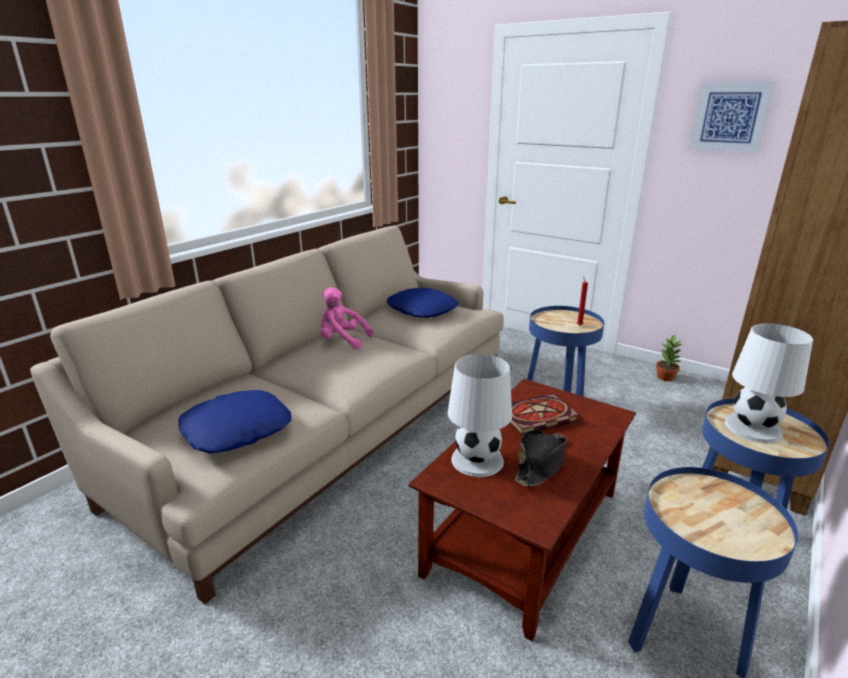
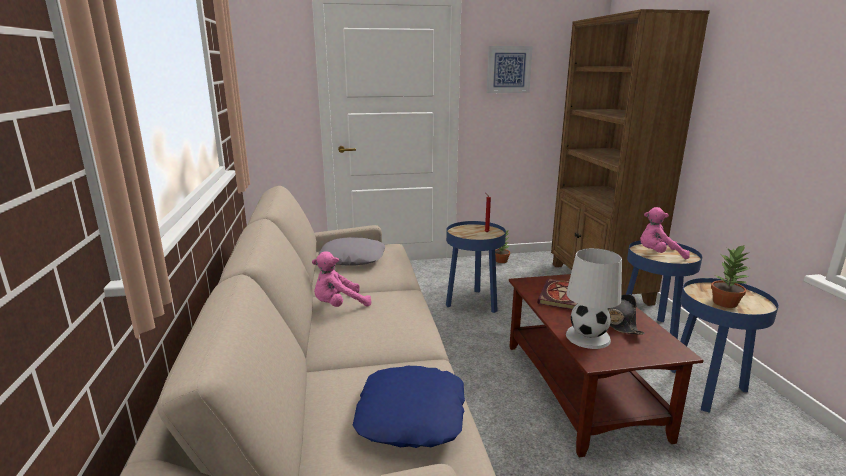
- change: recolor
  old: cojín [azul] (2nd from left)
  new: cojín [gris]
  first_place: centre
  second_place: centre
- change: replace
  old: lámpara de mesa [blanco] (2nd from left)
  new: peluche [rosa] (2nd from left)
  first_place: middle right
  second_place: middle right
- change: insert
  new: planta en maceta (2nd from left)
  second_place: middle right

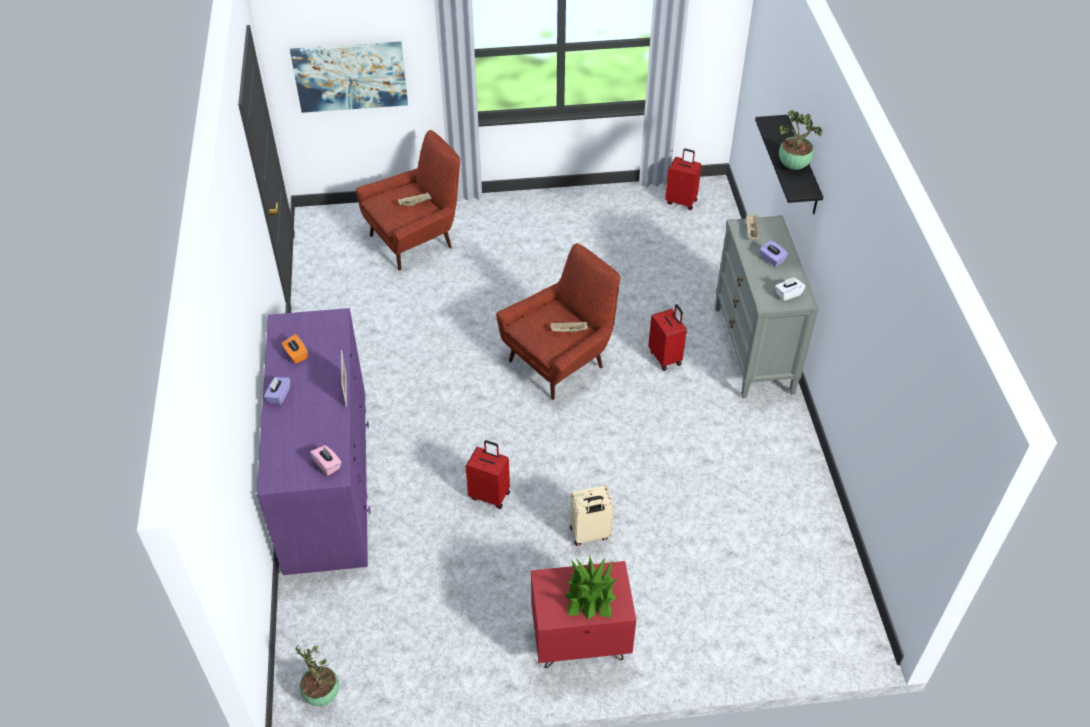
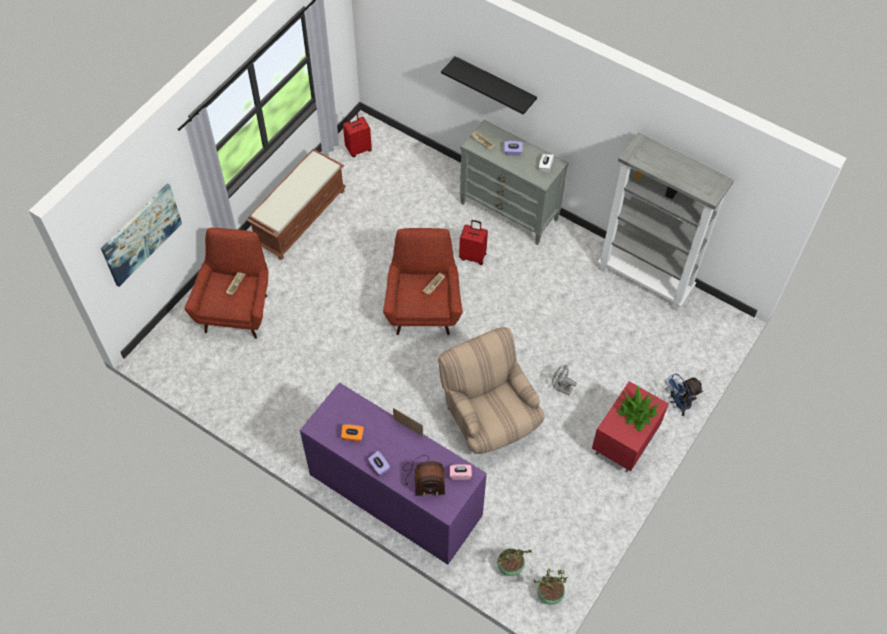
- change: move
  old: planta en maceta (3rd from left in the first image)
  new: planta en maceta (1st from left)
  first_place: top right
  second_place: bottom centre
- change: replace
  old: maleta [rojo] (1st from left)
  new: sillón [beis]
  first_place: centre
  second_place: centre
- change: replace
  old: maleta [beis]
  new: ventilador [gris]
  first_place: bottom centre
  second_place: centre
- change: insert
  new: estantería [gris]
  second_place: middle right
- change: insert
  new: banco [marrón]
  second_place: top centre
- change: insert
  new: ventilador [azul]
  second_place: middle right
- change: insert
  new: radio
  second_place: bottom centre

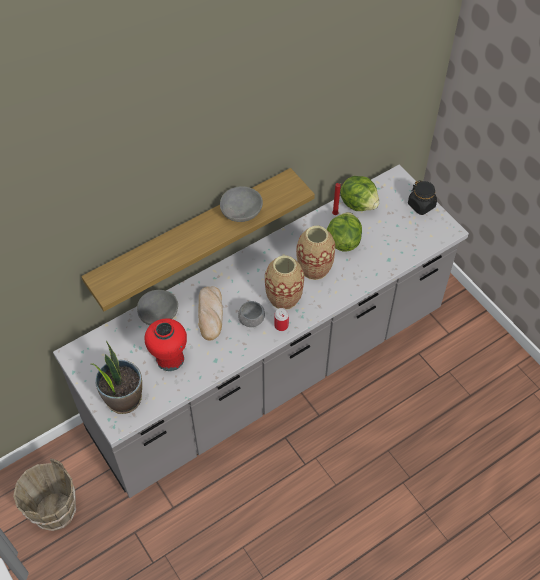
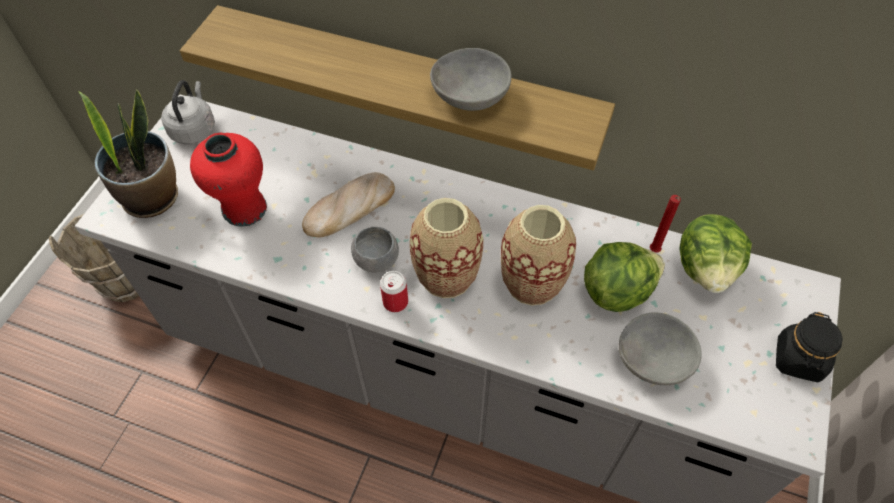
- change: move
  old: cuenco [gris] (1st from left in the first image)
  new: cuenco [gris] (3rd from left)
  first_place: middle left
  second_place: bottom right
- change: insert
  new: hervidor [gris]
  second_place: top left

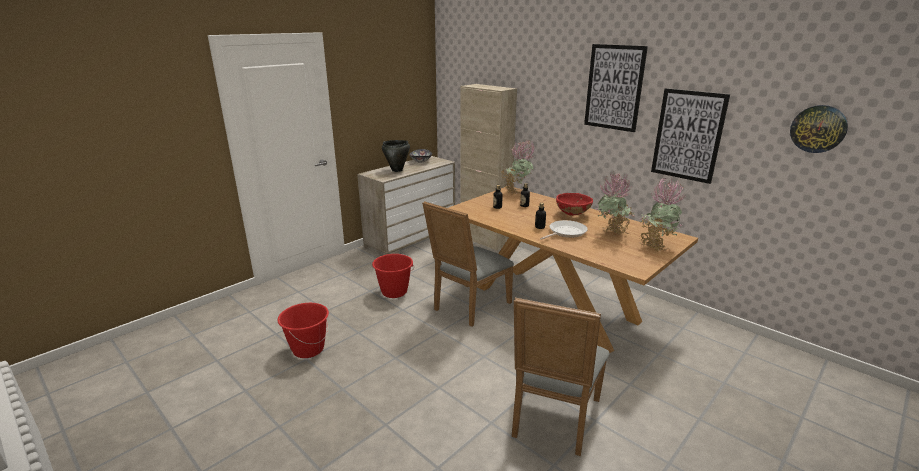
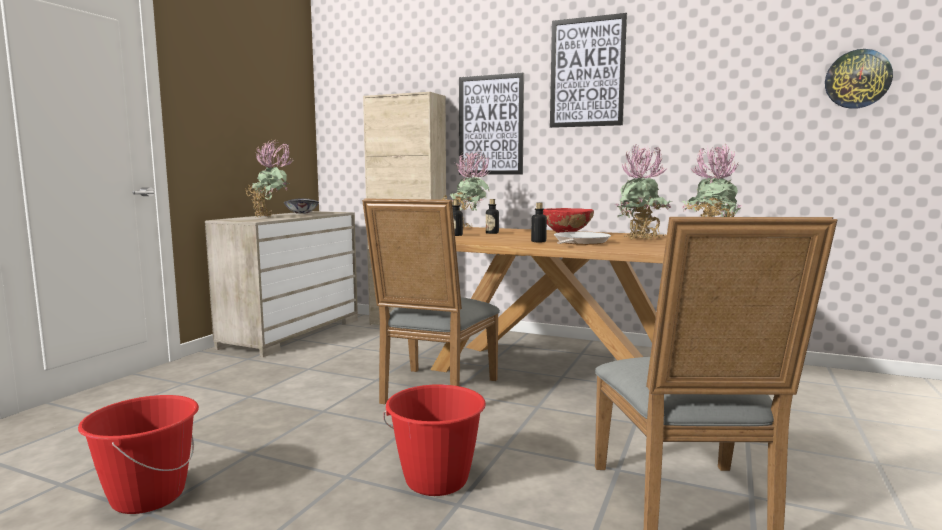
- change: move
  old: cuadro (2nd from left in the first image)
  new: cuadro (1st from left)
  first_place: top right
  second_place: top centre
- change: replace
  old: olla [negro]
  new: planta en maceta (1st from left)
  first_place: top centre
  second_place: middle left
- change: move
  old: cubo [rojo] (2nd from left)
  first_place: centre
  second_place: bottom centre

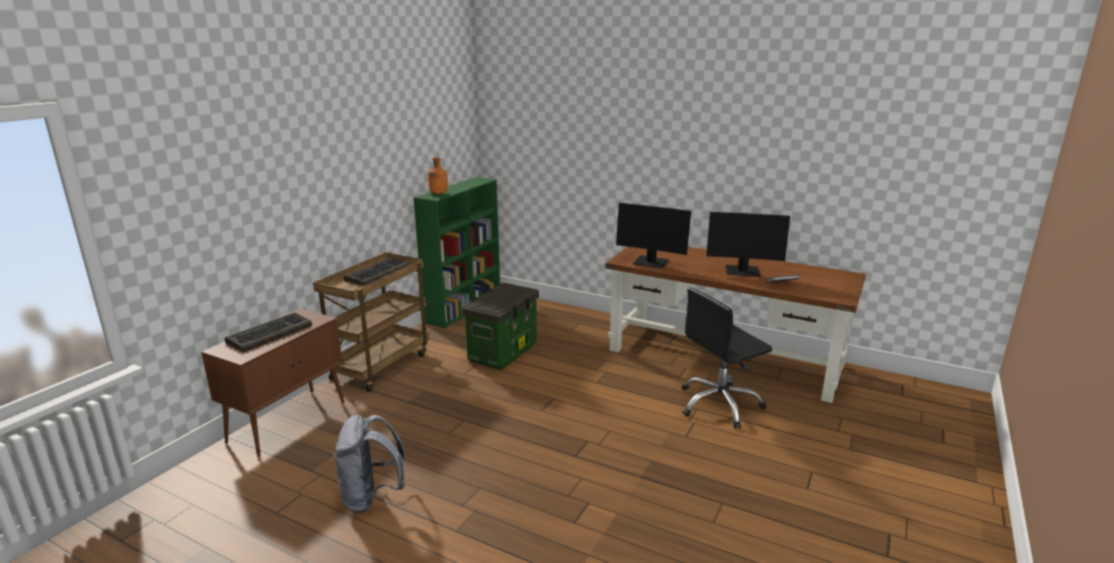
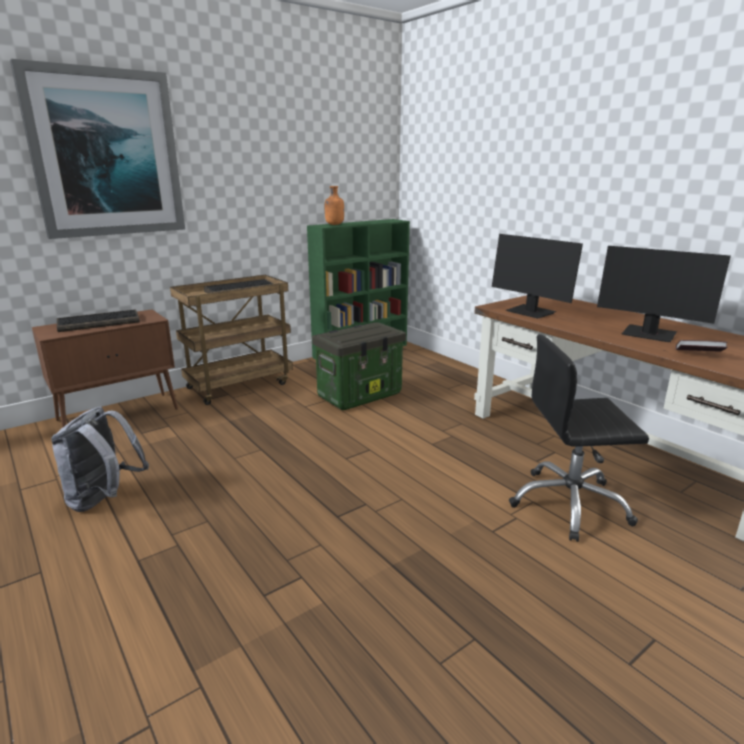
- change: insert
  new: cuadro
  second_place: top left

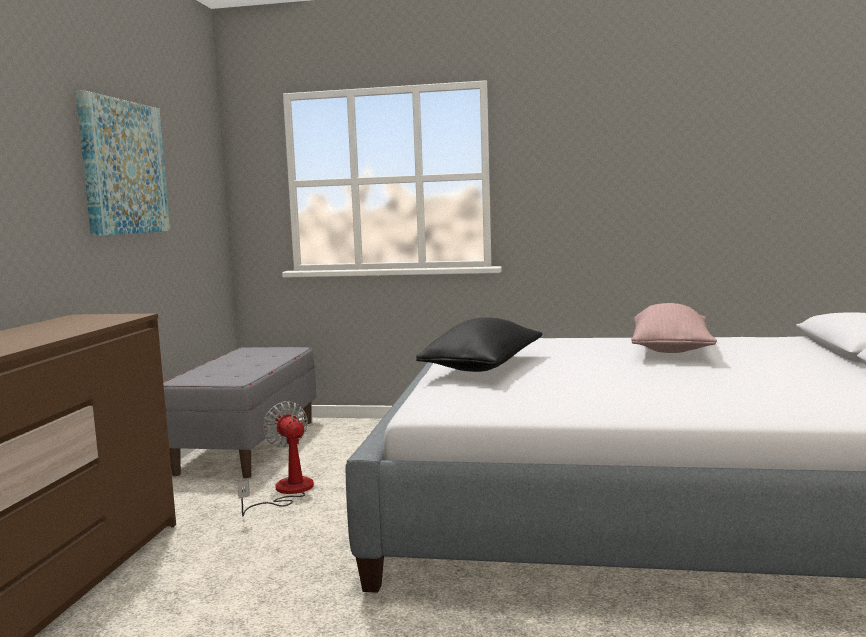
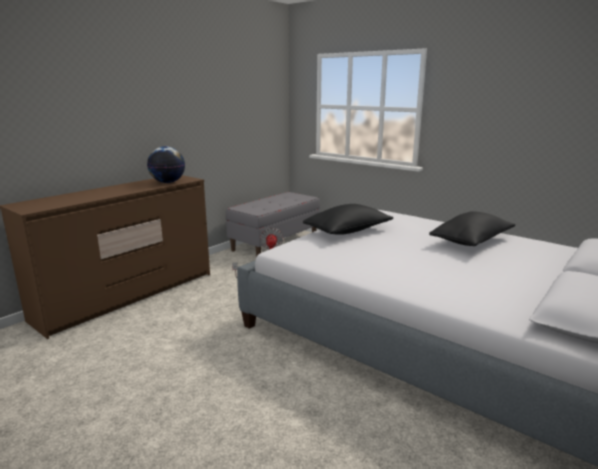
- change: delete
  old: cuadro
  first_place: top left
- change: recolor
  old: cojín [rosa]
  new: cojín [negro] (2nd from left)
  first_place: middle right
  second_place: middle right
- change: insert
  new: globo terráqueo
  second_place: middle left

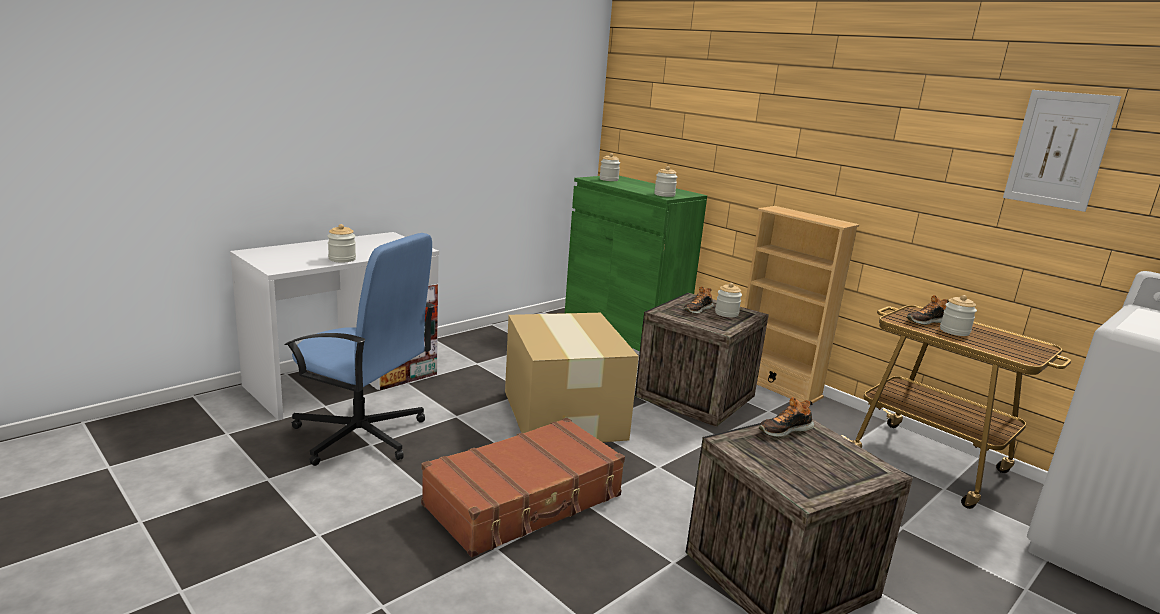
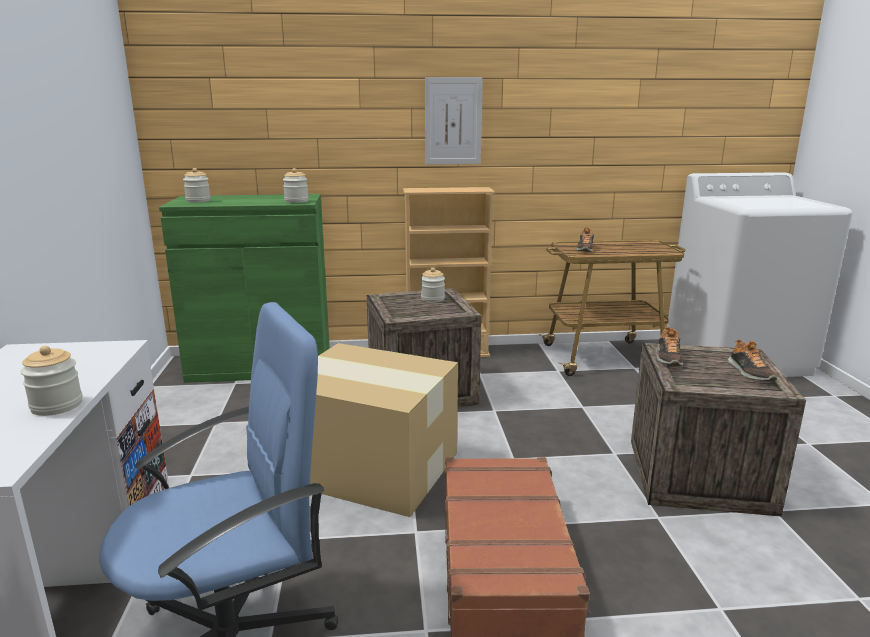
- change: move
  old: cuadro
  first_place: top right
  second_place: top centre
- change: move
  old: zapato (1st from left in the first image)
  new: zapato (3rd from left)
  first_place: centre
  second_place: middle right
- change: delete
  old: tarro (5th from left)
  first_place: middle right

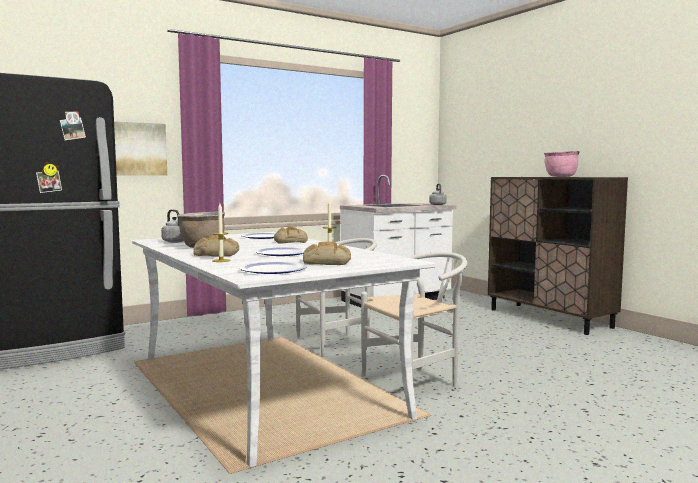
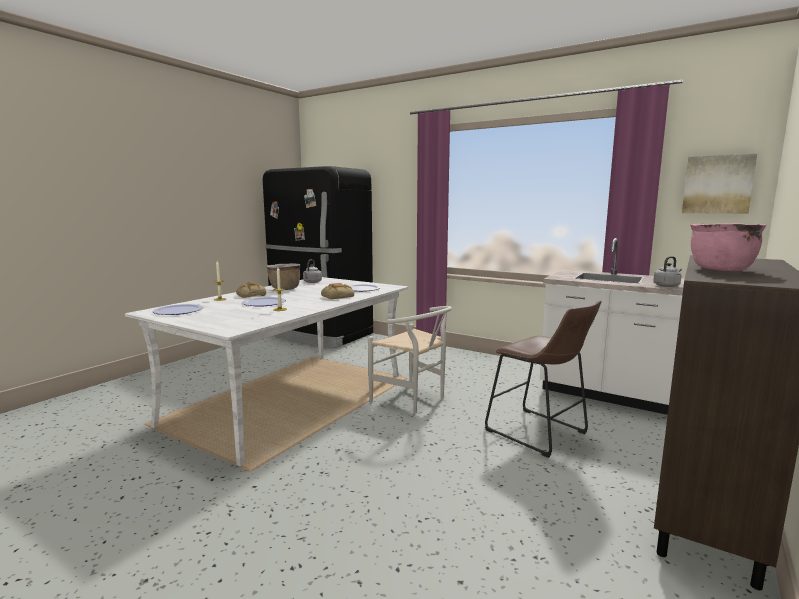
- change: move
  old: cuadro
  first_place: top left
  second_place: top right
- change: delete
  old: pan (3rd from left)
  first_place: centre
- change: delete
  old: silla [blanco] (2nd from left)
  first_place: centre
- change: insert
  new: taburete [marrón]
  second_place: middle right

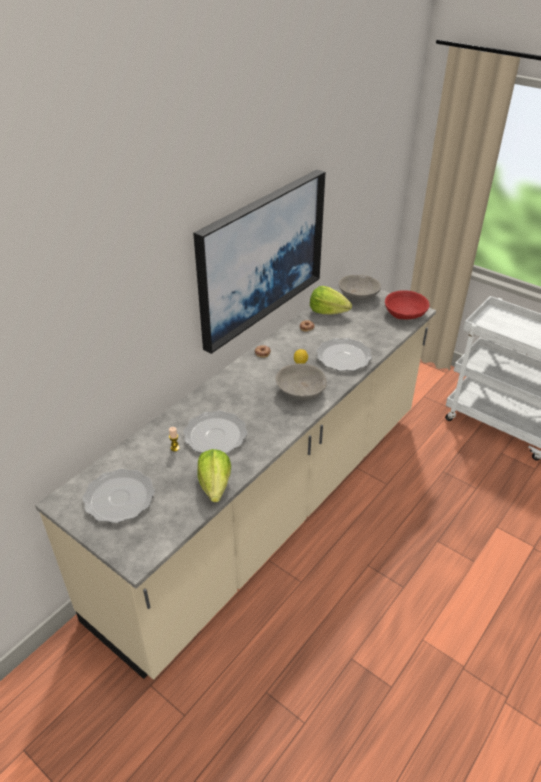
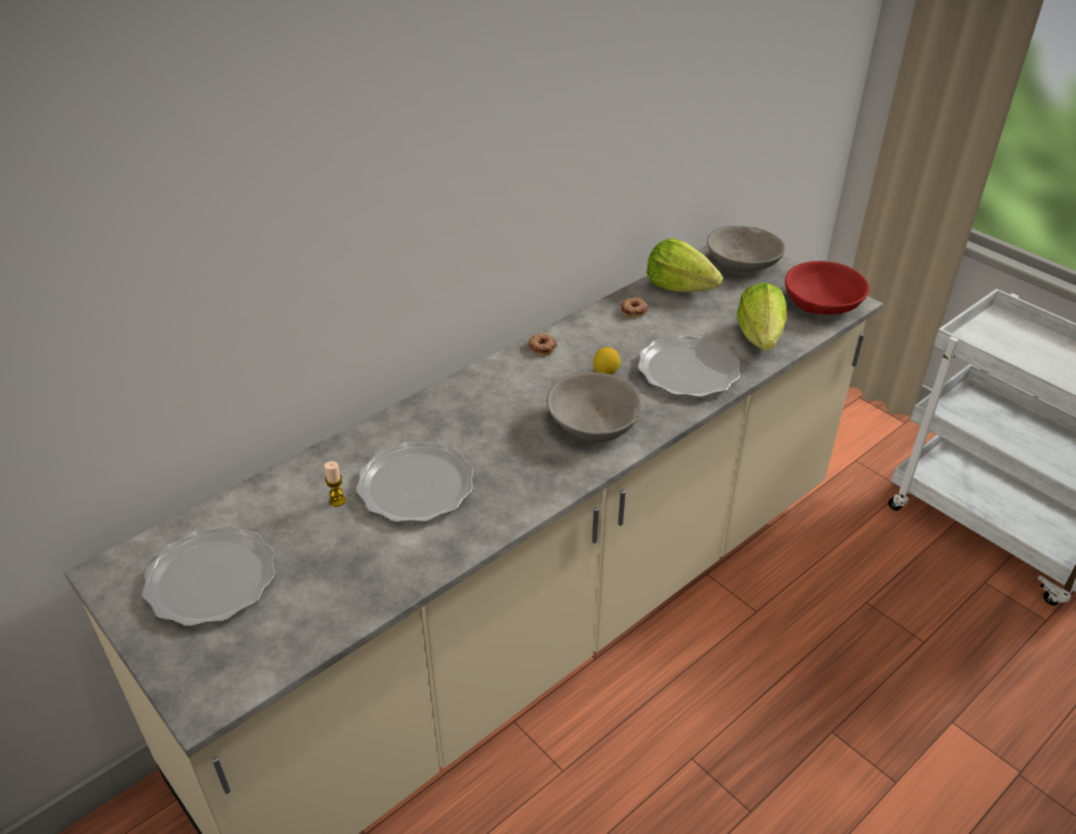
- change: delete
  old: cuadro
  first_place: centre
- change: move
  old: lechuga (1st from left in the first image)
  new: lechuga (2nd from left)
  first_place: centre
  second_place: middle right

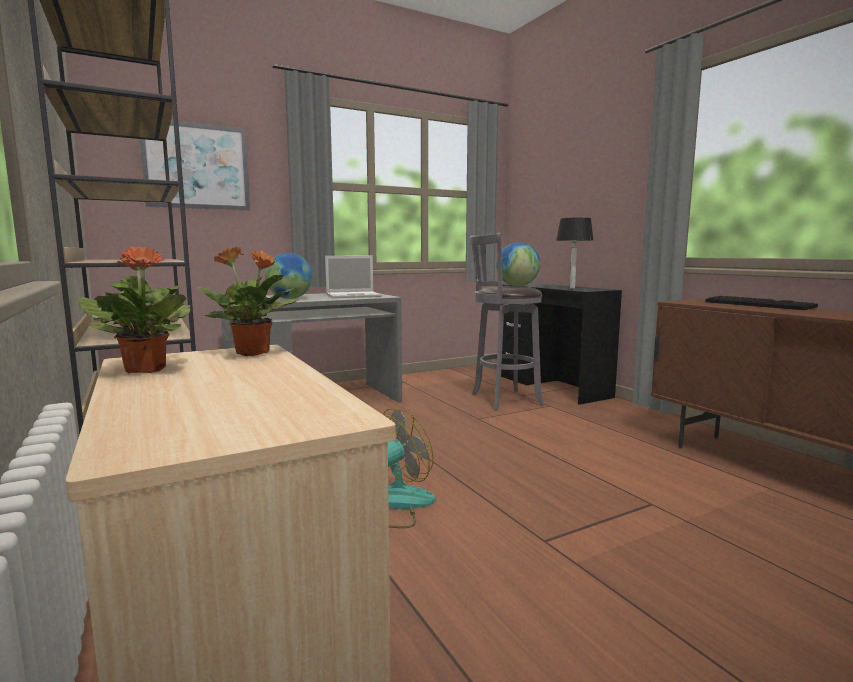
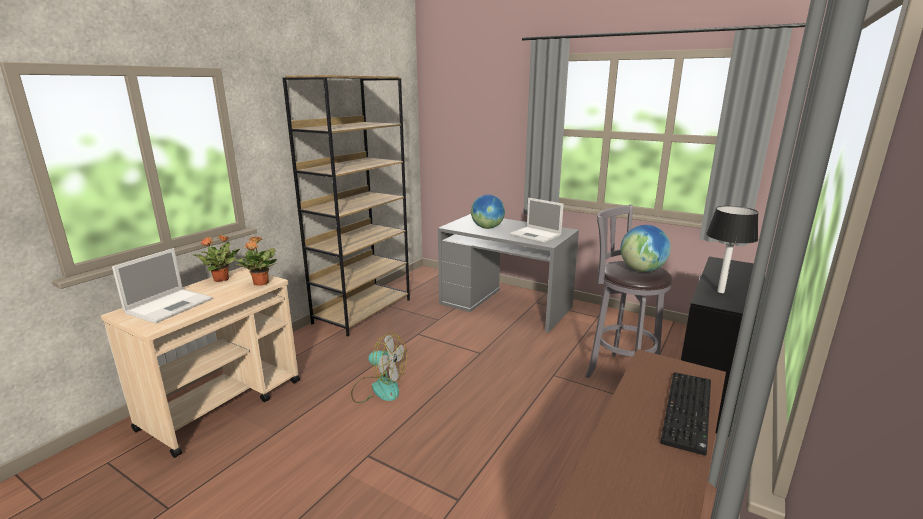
- change: delete
  old: cuadro
  first_place: top left
- change: insert
  new: portátil (1st from left)
  second_place: middle left

